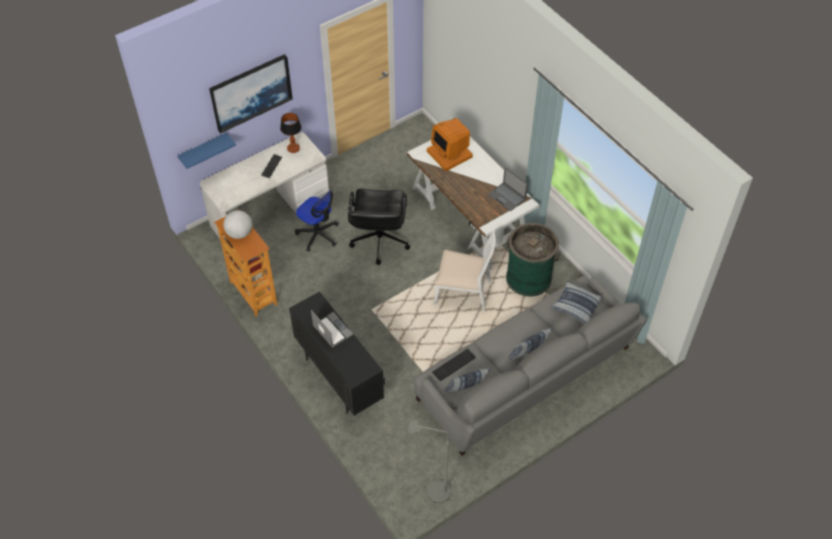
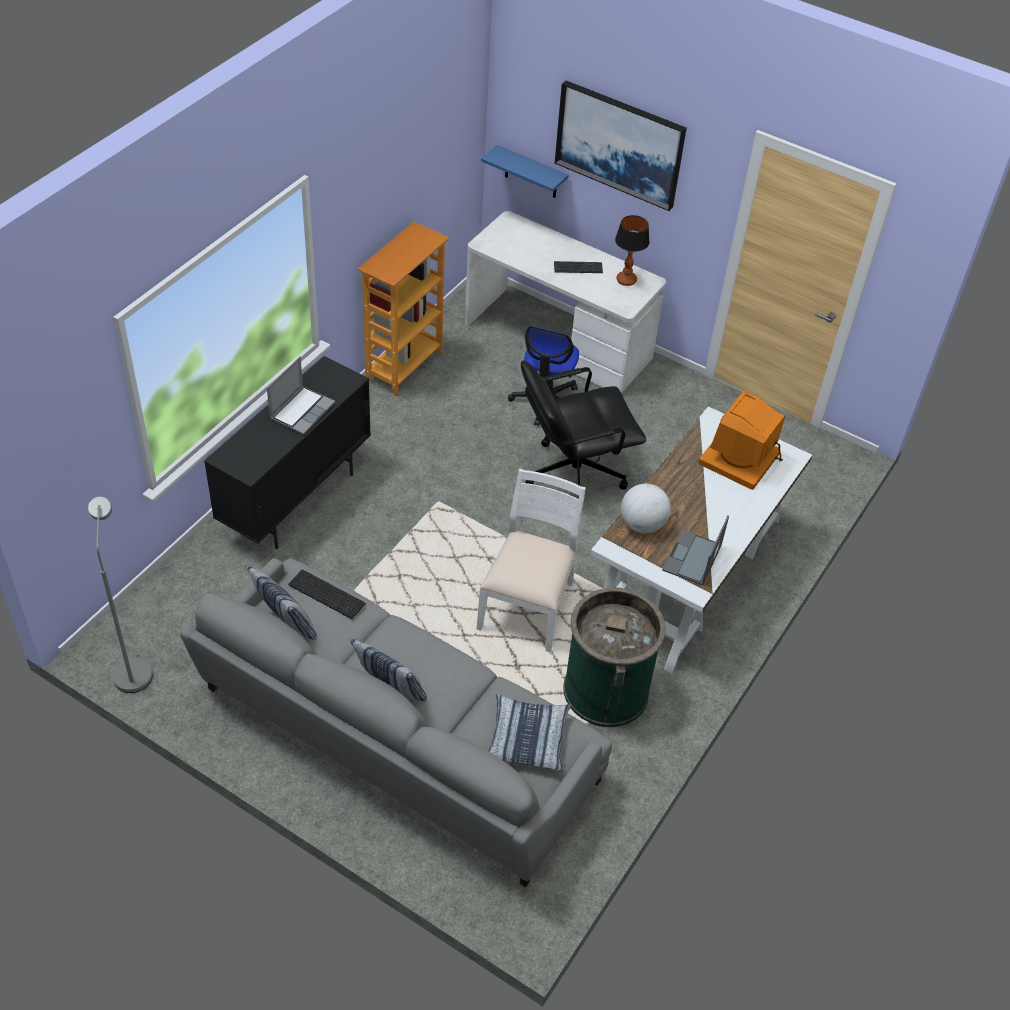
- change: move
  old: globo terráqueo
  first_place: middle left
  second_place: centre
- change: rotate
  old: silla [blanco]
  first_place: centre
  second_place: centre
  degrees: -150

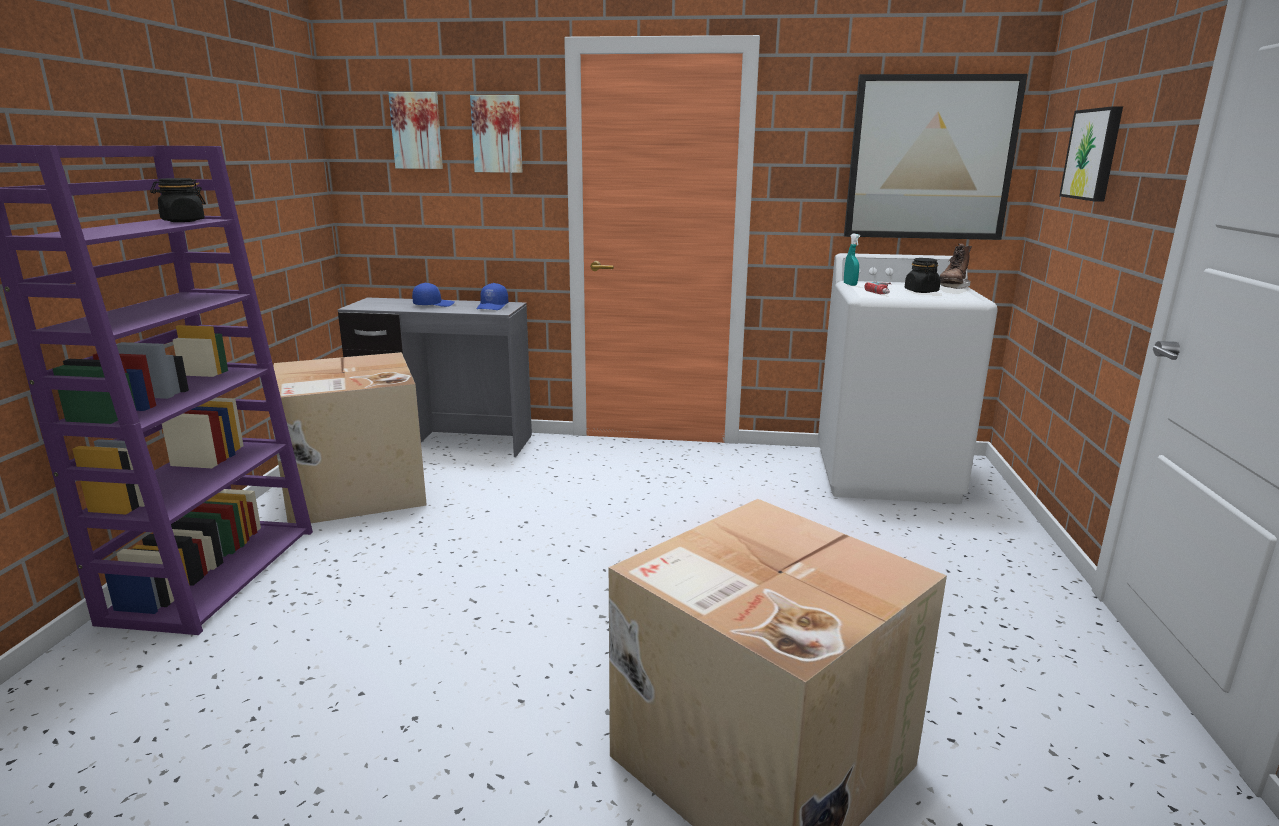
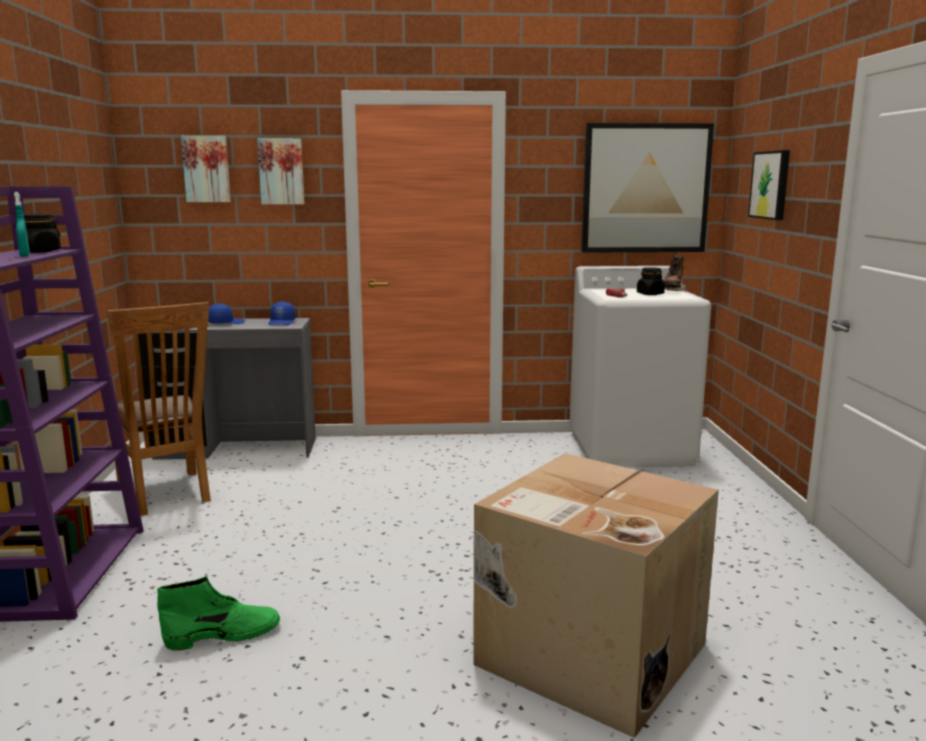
- change: move
  old: pulverizador [turquesa]
  first_place: top centre
  second_place: top left
- change: replace
  old: caja de cartón (1st from left)
  new: silla [marrón]
  first_place: middle left
  second_place: middle left
- change: insert
  new: bota [verde]
  second_place: bottom left

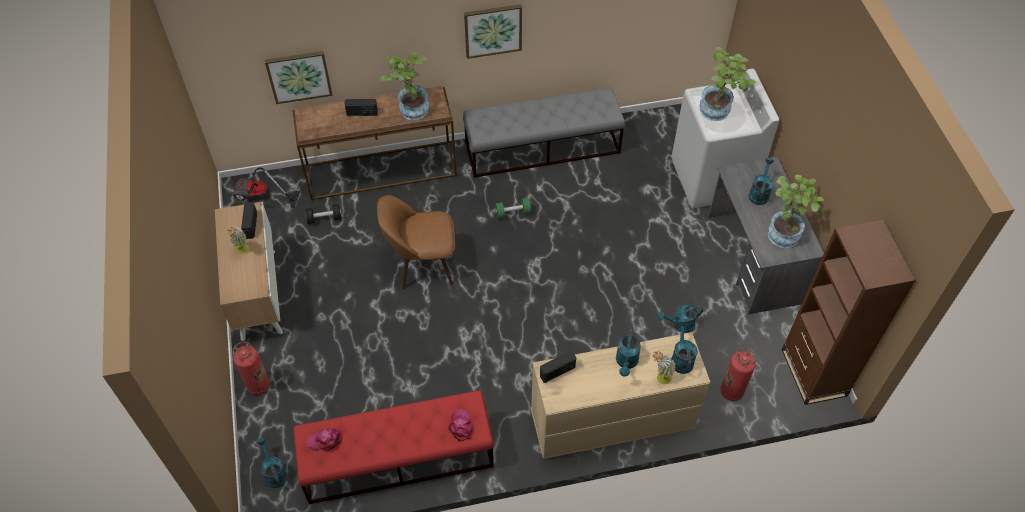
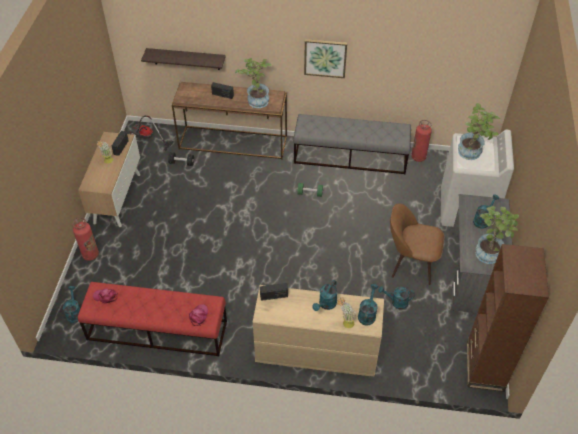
- change: replace
  old: cuadro (1st from left)
  new: estante
  first_place: top left
  second_place: top left
- change: move
  old: silla [marrón]
  first_place: centre
  second_place: middle right
- change: move
  old: extintor (2nd from left)
  first_place: bottom right
  second_place: top right

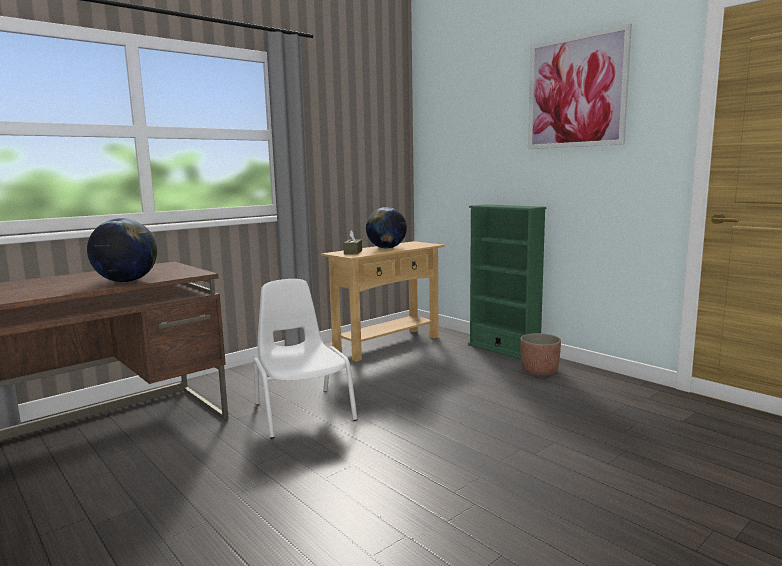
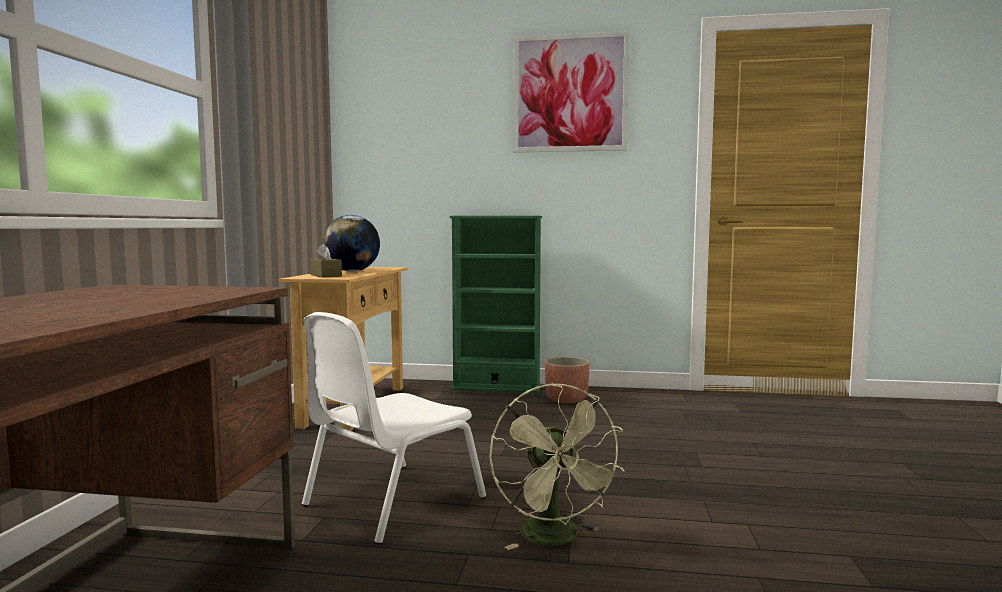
- change: delete
  old: globo terráqueo (1st from left)
  first_place: middle left
- change: rotate
  old: silla [blanco]
  first_place: centre
  second_place: bottom centre
  degrees: -75
- change: insert
  new: ventilador [verde]
  second_place: bottom centre

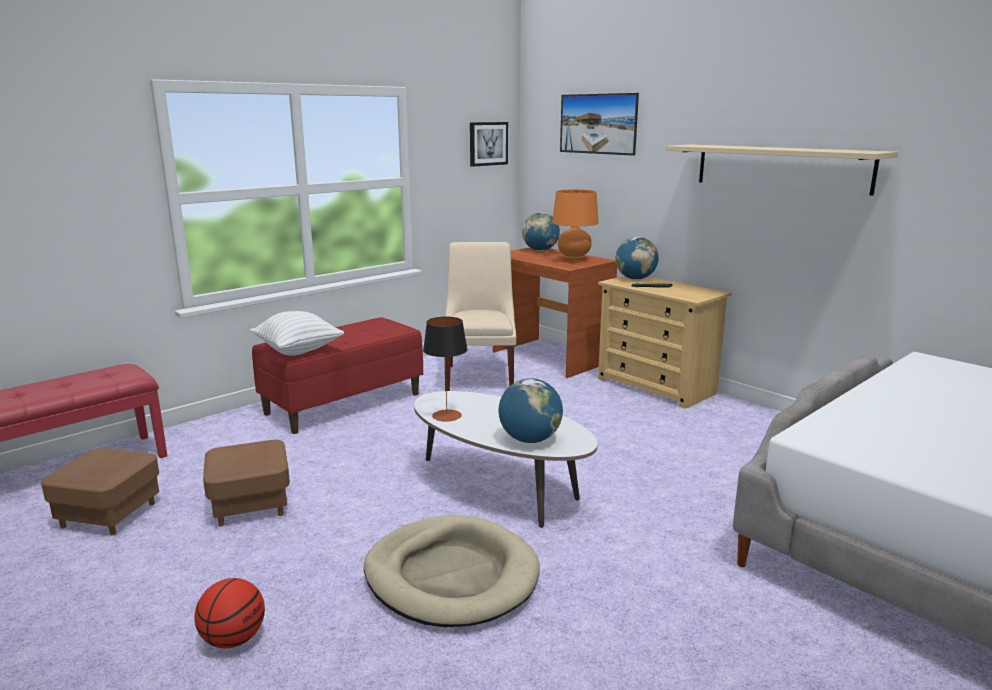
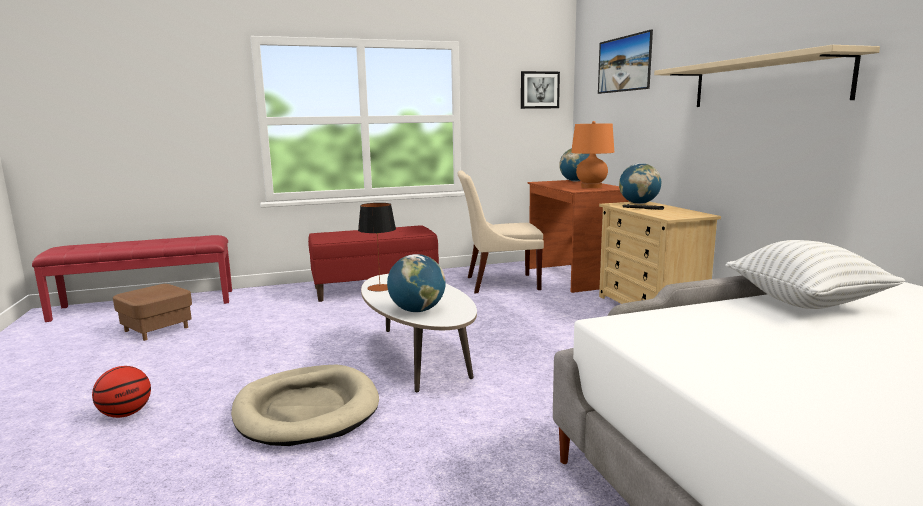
- change: rotate
  old: silla [beis]
  first_place: centre
  second_place: centre
  degrees: -120
- change: move
  old: cojín [blanco]
  first_place: middle left
  second_place: middle right
- change: delete
  old: puf [marrón] (2nd from left)
  first_place: bottom left

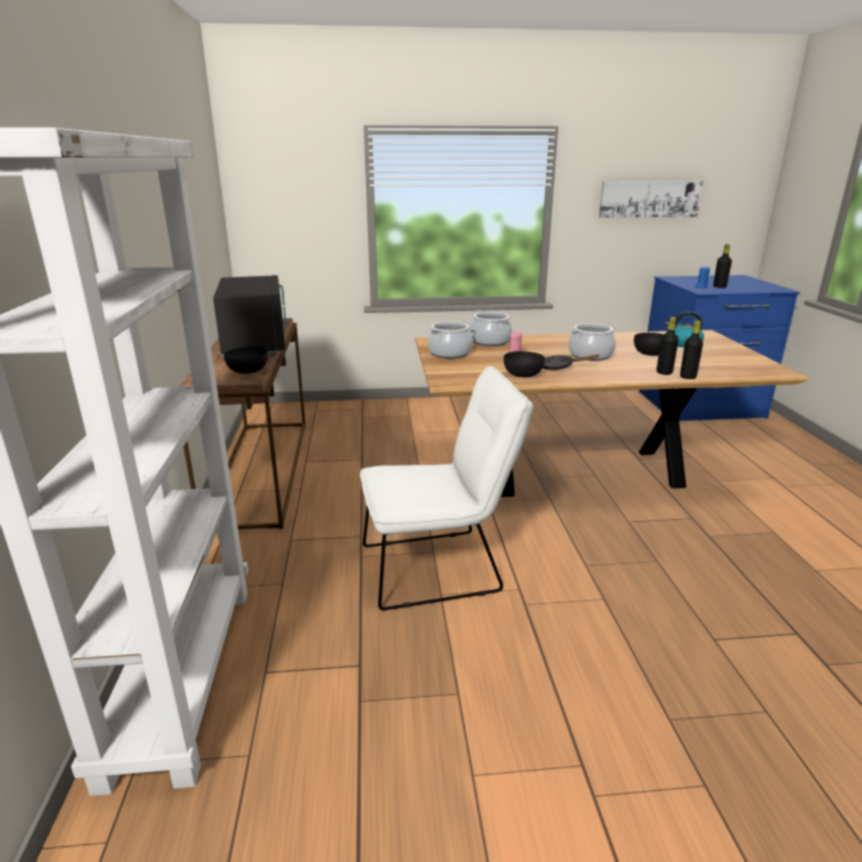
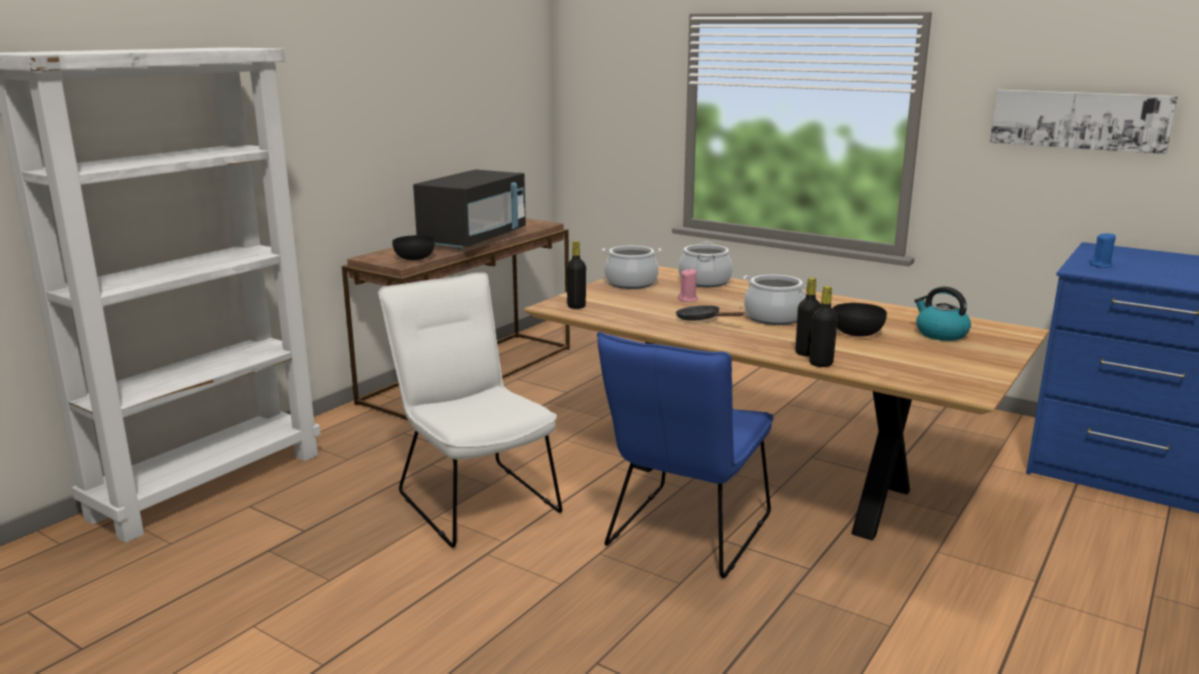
- change: move
  old: botella [negro] (3rd from left in the first image)
  new: botella [negro] (1st from left)
  first_place: top right
  second_place: centre
- change: delete
  old: cuenco [negro] (2nd from left)
  first_place: centre
- change: rotate
  old: silla [blanco]
  first_place: centre
  second_place: centre
  degrees: -150
- change: insert
  new: silla [azul]
  second_place: bottom centre

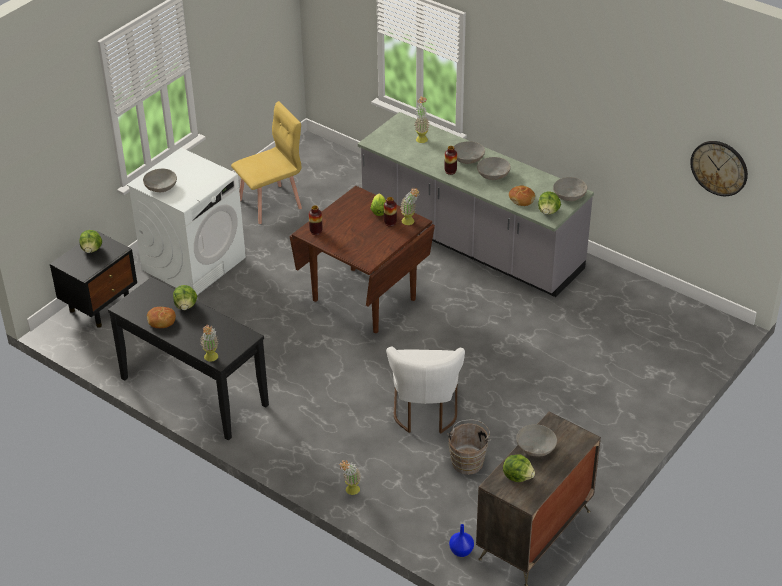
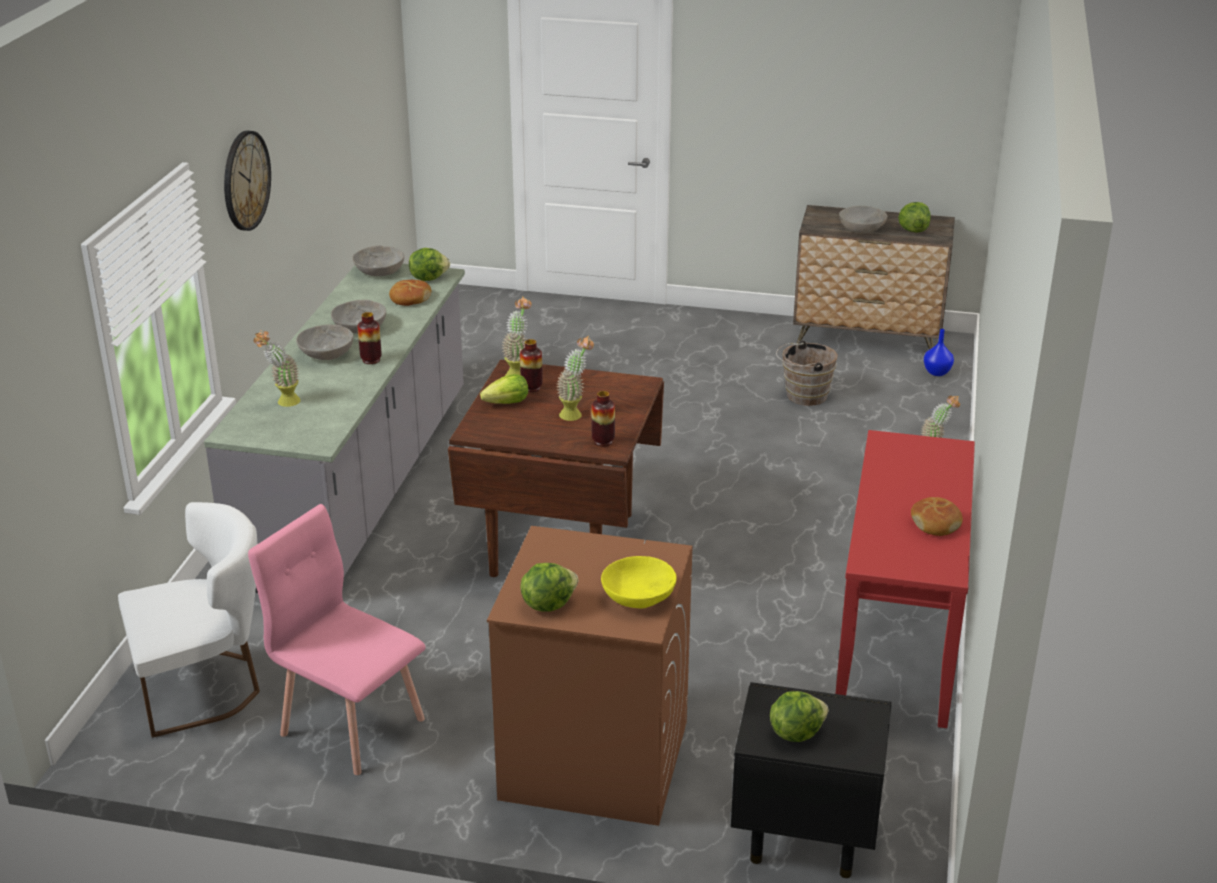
- change: recolor
  old: silla [amarillo]
  new: silla [rosa]
  first_place: top centre
  second_place: bottom left
- change: move
  old: reloj de pared
  first_place: top right
  second_place: top left
- change: recolor
  old: lavadora [blanco]
  new: lavadora [marrón]
  first_place: middle left
  second_place: bottom centre
- change: recolor
  old: cuenco [gris] (1st from left)
  new: cuenco [amarillo]
  first_place: top left
  second_place: centre
- change: recolor
  old: mesa consola [negro]
  new: mesa consola [rojo]
  first_place: middle left
  second_place: middle right
- change: move
  old: lechuga (2nd from left in the first image)
  new: lechuga (3rd from left)
  first_place: middle left
  second_place: centre
- change: move
  old: planta en maceta (1st from left in the first image)
  new: planta en maceta (3rd from left)
  first_place: middle left
  second_place: centre
- change: move
  old: silla [blanco]
  first_place: centre
  second_place: bottom left

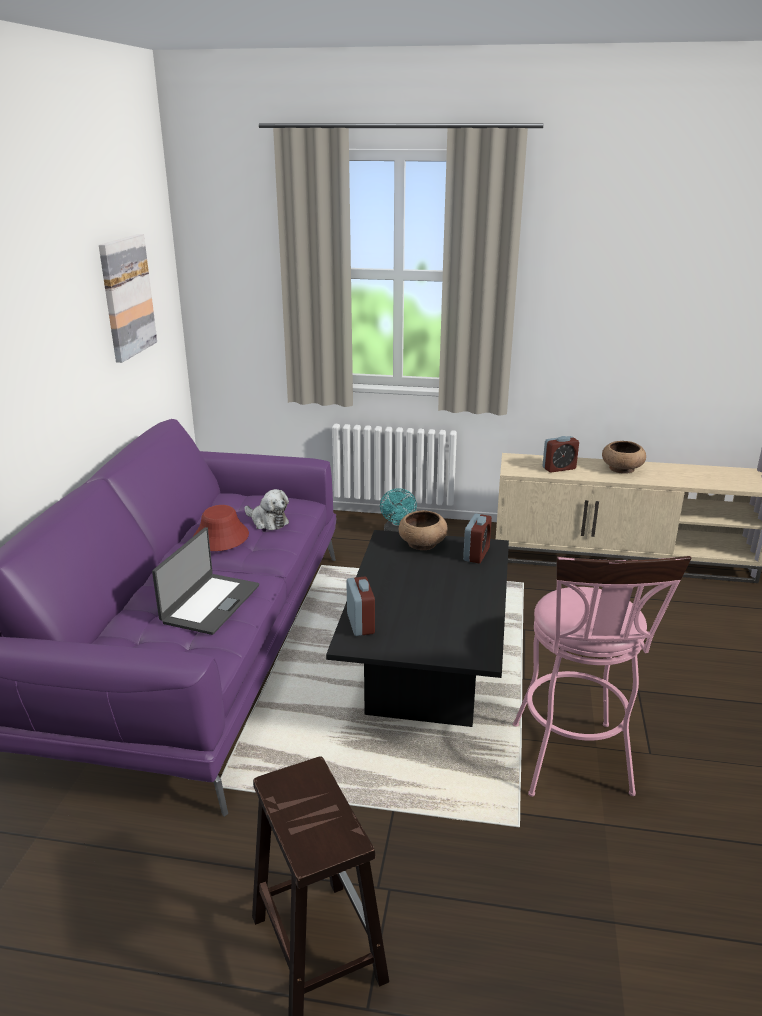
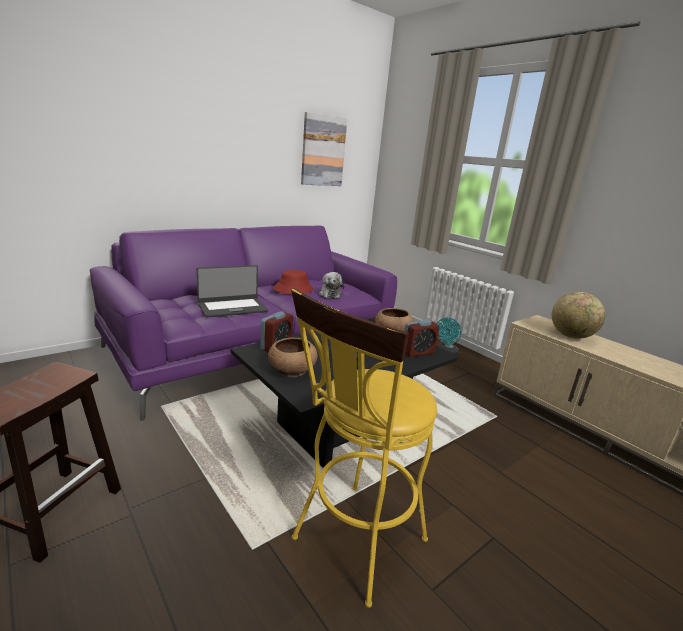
- change: replace
  old: despertador (3rd from left)
  new: globo terráqueo
  first_place: middle right
  second_place: middle right
- change: move
  old: cuenco [marrón] (2nd from left in the first image)
  new: cuenco [marrón] (1st from left)
  first_place: middle right
  second_place: centre
- change: recolor
  old: taburete [rosa]
  new: taburete [amarillo]
  first_place: middle right
  second_place: bottom centre

